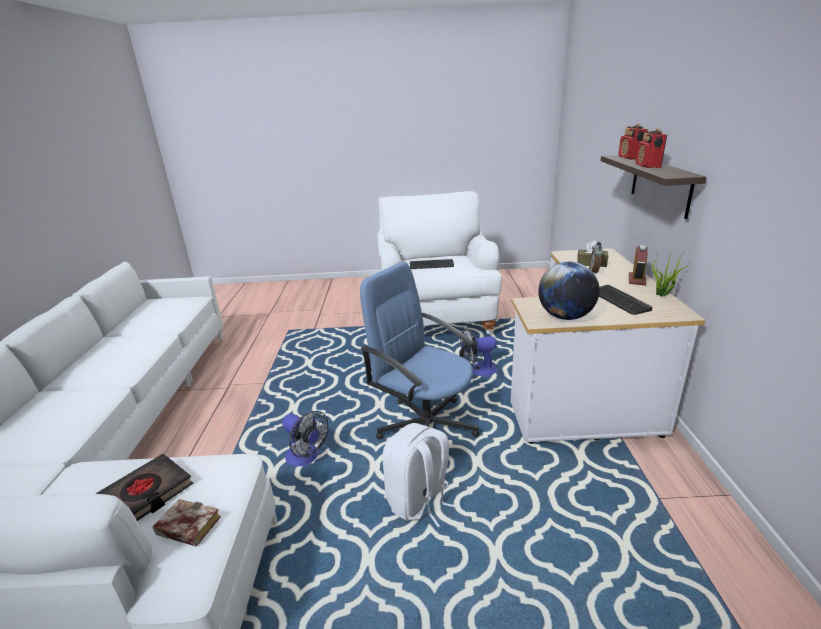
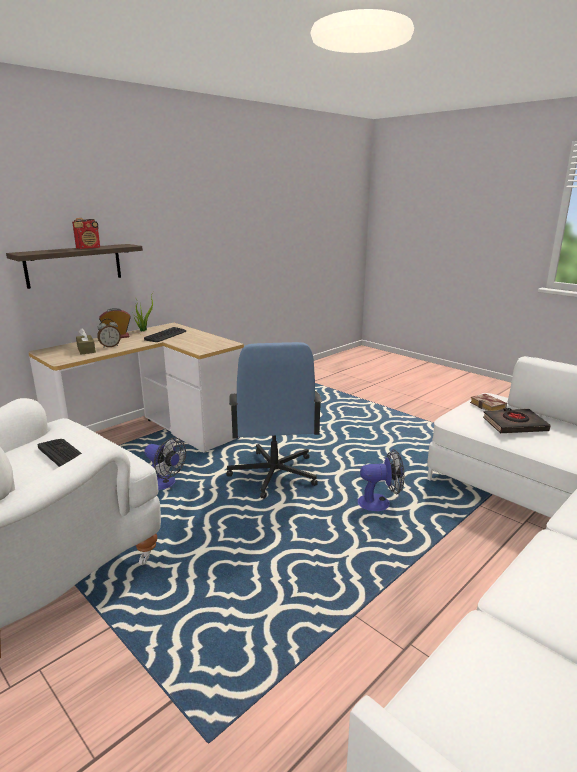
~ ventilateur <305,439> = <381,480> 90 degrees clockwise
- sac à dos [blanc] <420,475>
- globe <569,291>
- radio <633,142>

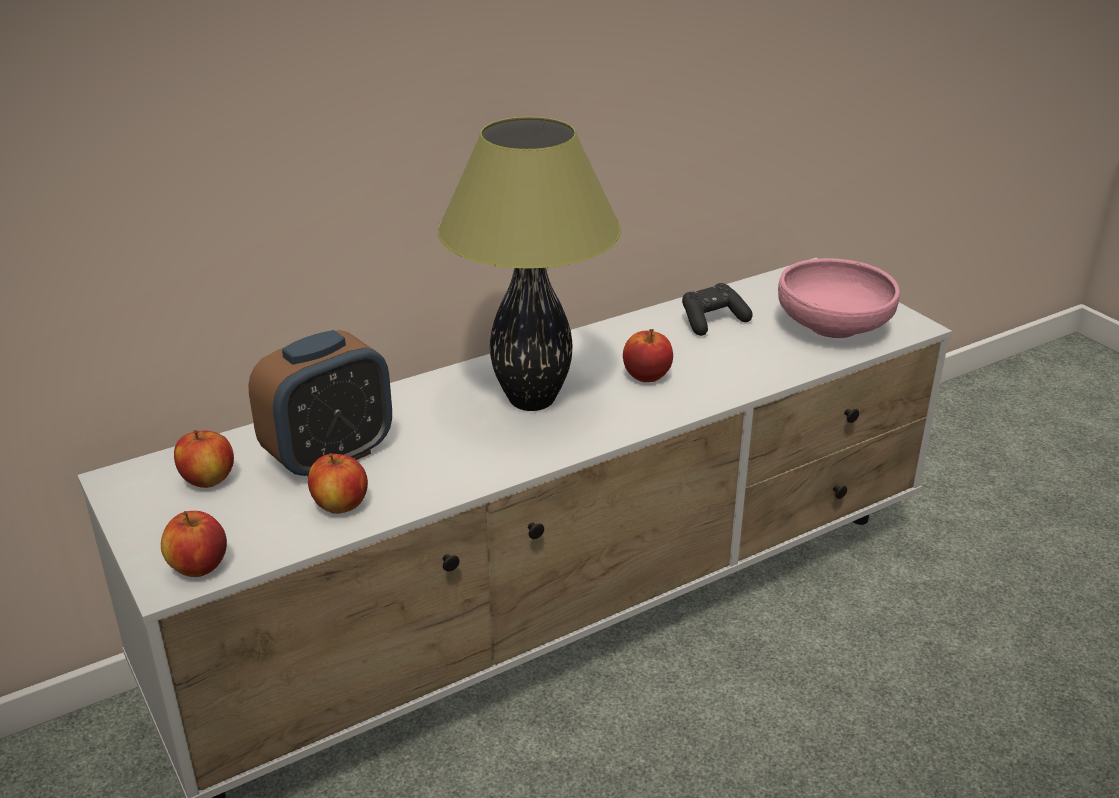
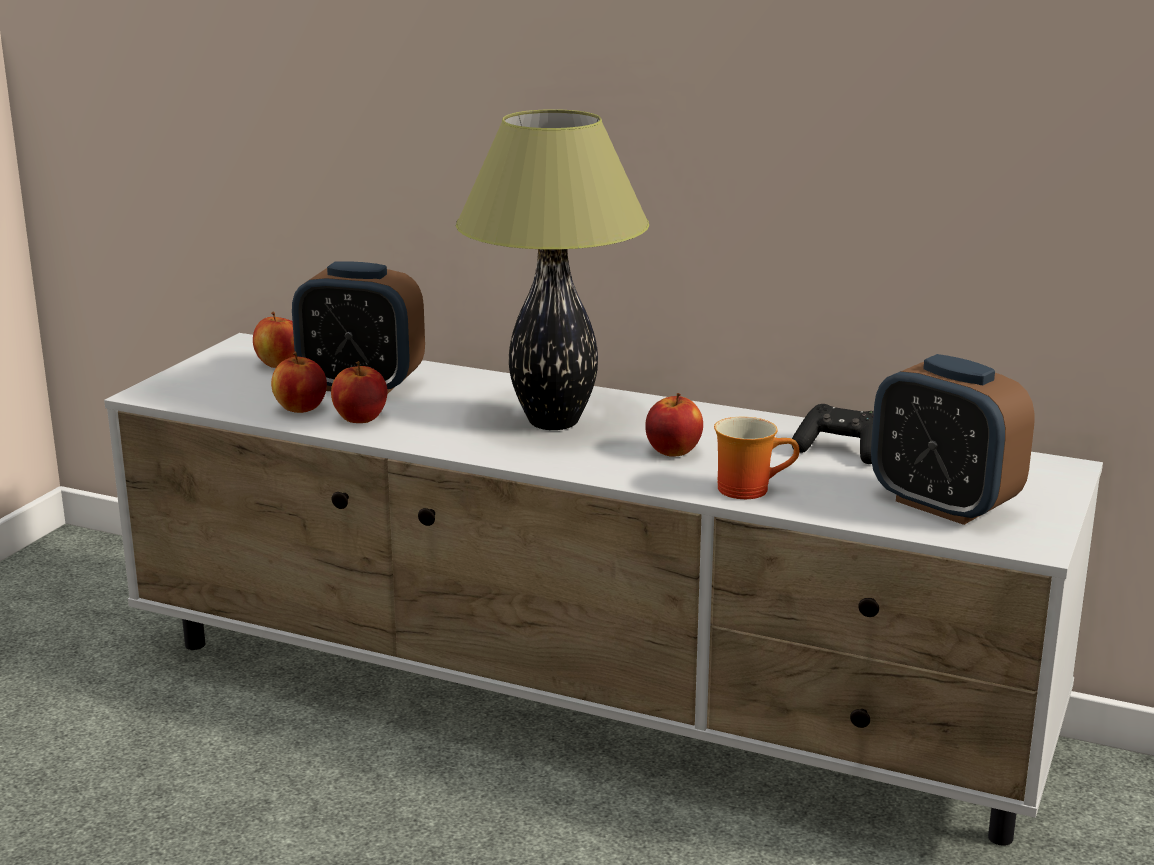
~ pomme <194,544> to <359,392>
+ mug <757,458>
~ bol [rose] <839,298> to réveil <953,439>

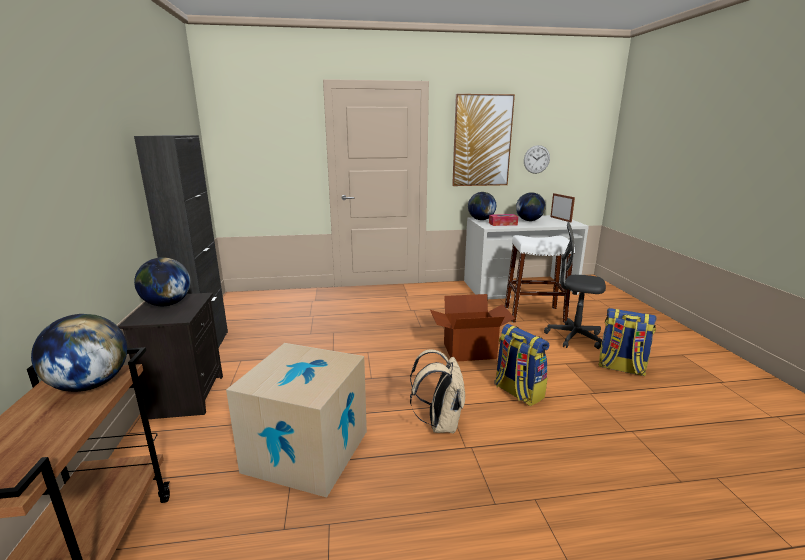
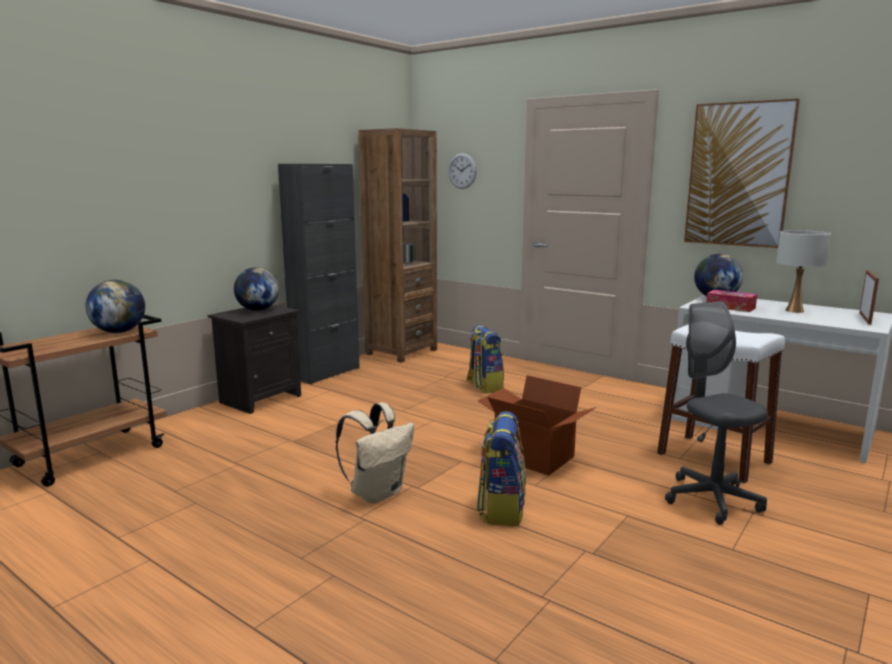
+ bibliothèque [marron] <397,245>
~ horloge murale <537,159> to <462,171>
~ sac à dos <627,342> to <485,359>
~ globe <531,206> to lampe de table [blanc] <803,271>
- carton <296,420>

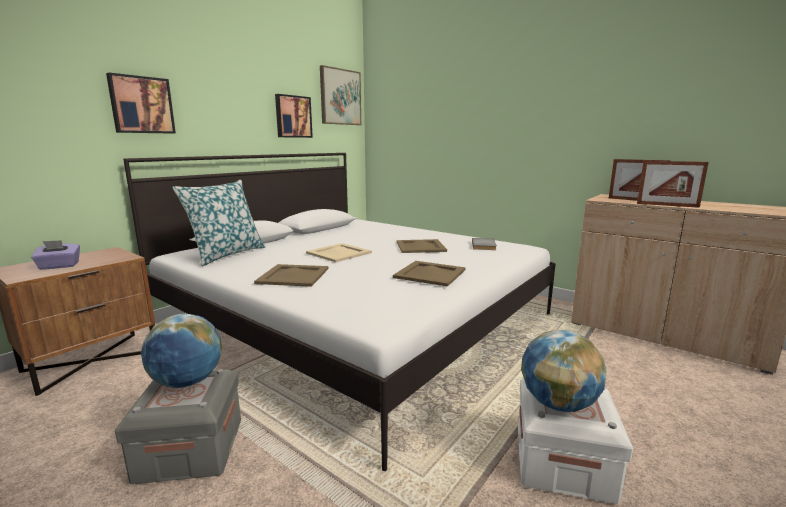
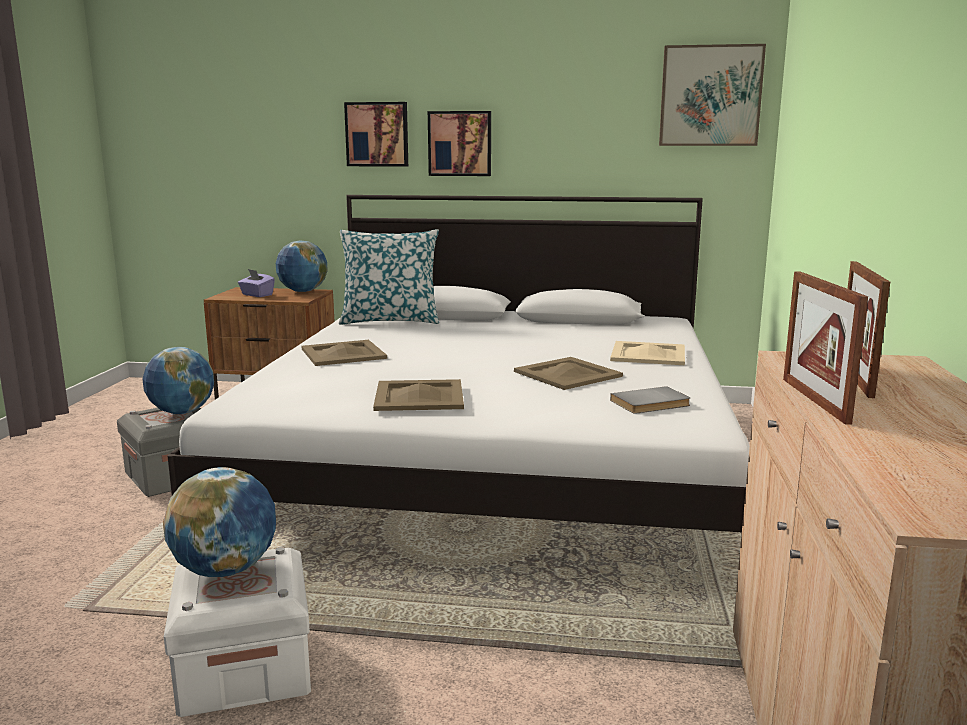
+ globe <302,266>
~ tableau <294,116> to <459,143>
~ plateau [beige] <339,252> to <647,353>

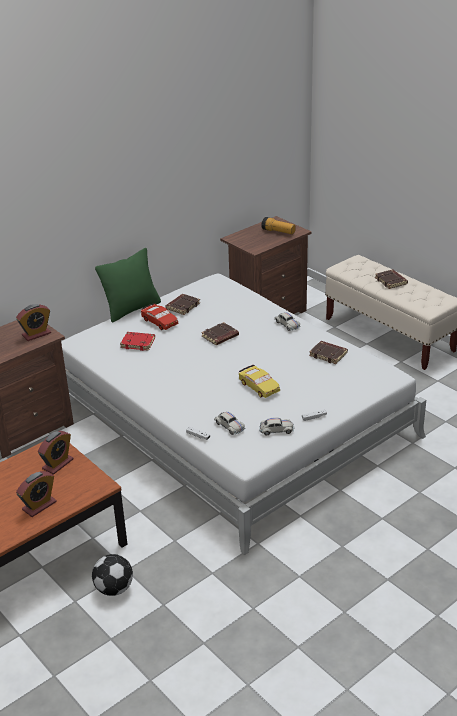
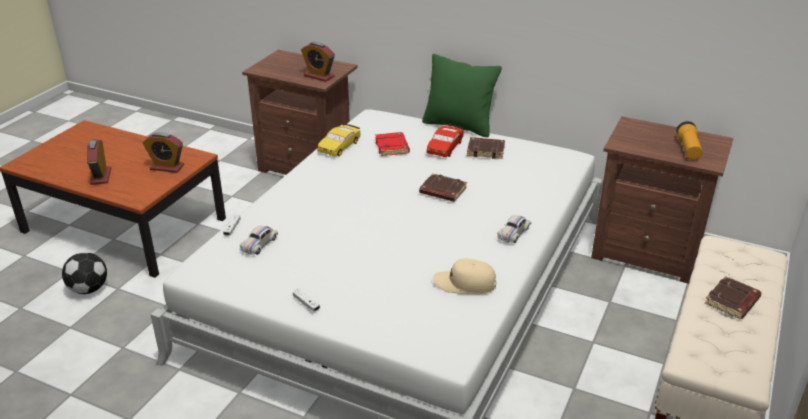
~ réveil <36,494> = <99,162> 60 degrees clockwise
~ petite voiture [jaune] <259,381> to <338,140>
~ livre [marron] <328,352> to casquette [beige] <464,276>
- petite voiture [blanc] <277,426>

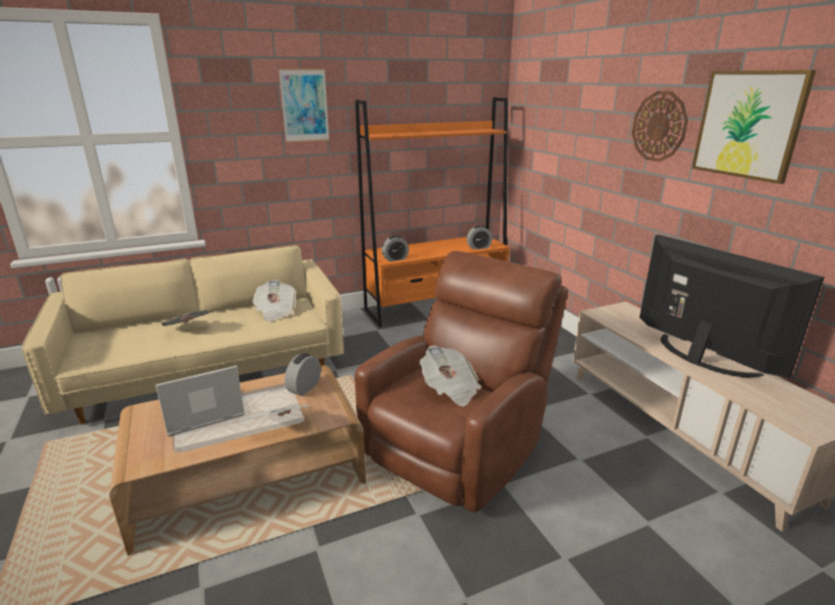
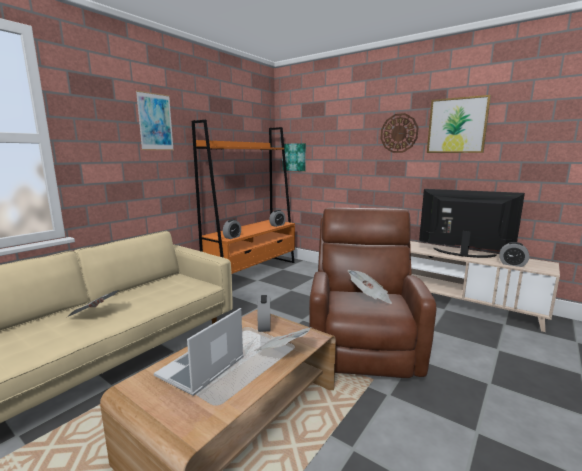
+ tableau <294,157>
+ réveil <514,254>
- journal <274,301>

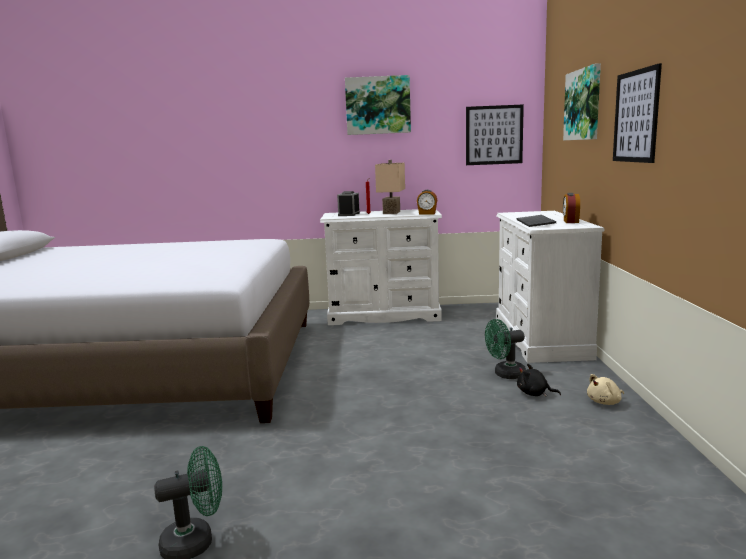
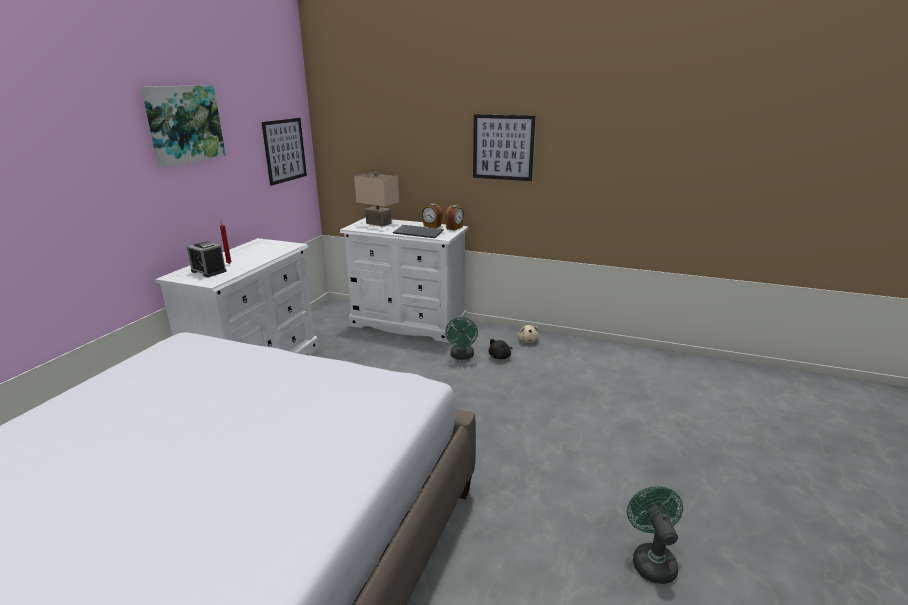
~ lampe de table [beige] <390,187> to <376,199>
~ réveil <427,202> to <454,217>
- tableau <582,102>

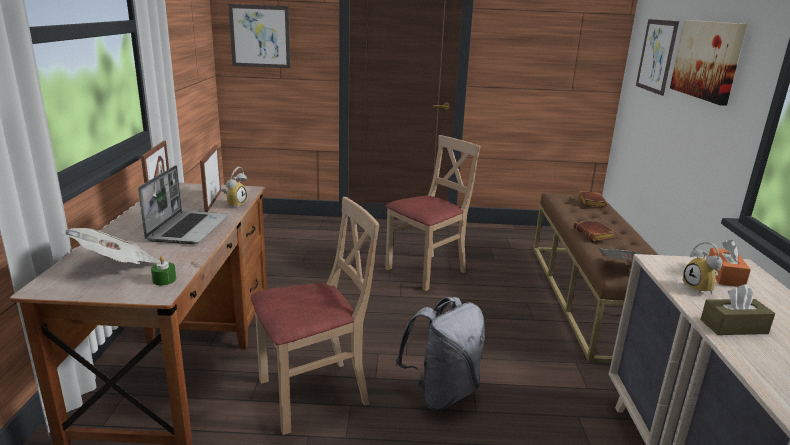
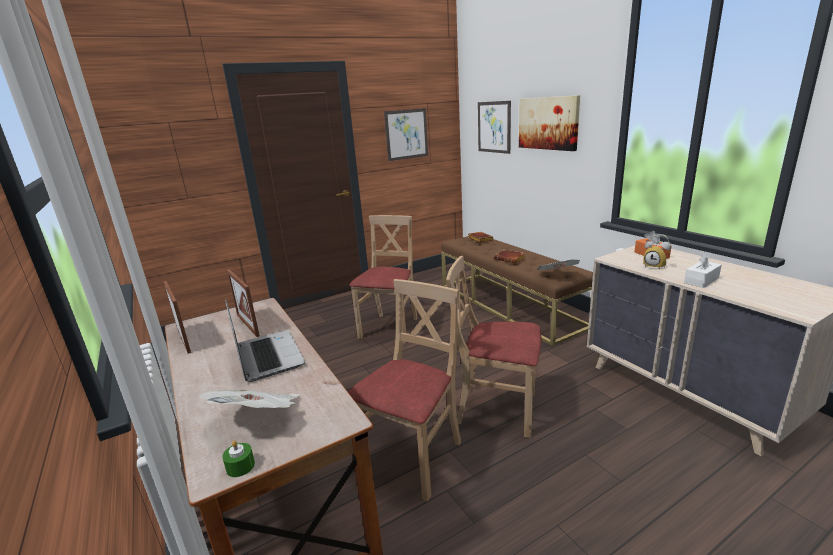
~ bougie [vert] <163,270> to <238,458>
~ tableau <259,36> to <406,134>
~ sac à dos [gris] <440,353> to chaise [beige] <493,347>
~ boîte à mouchoirs [marron] <737,309> to boîte à mouchoirs [blanc] <703,270>
- réveil <234,187>

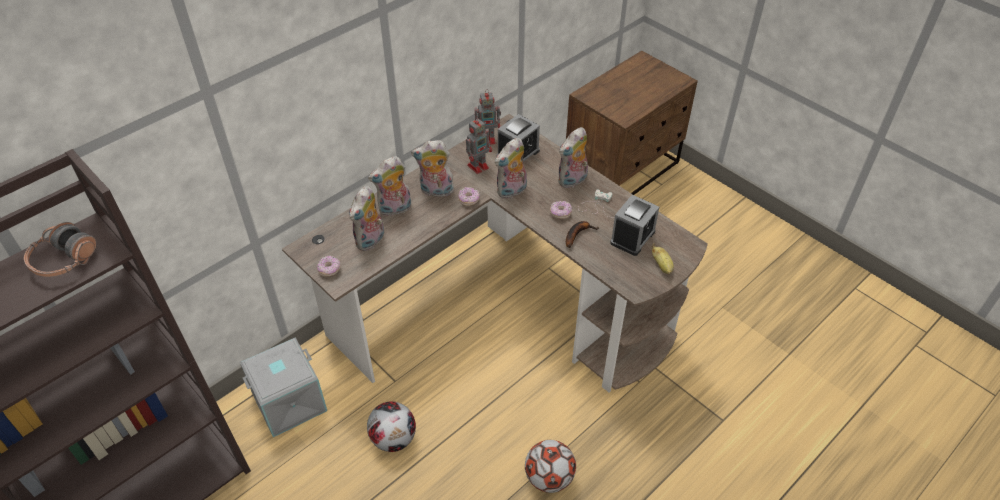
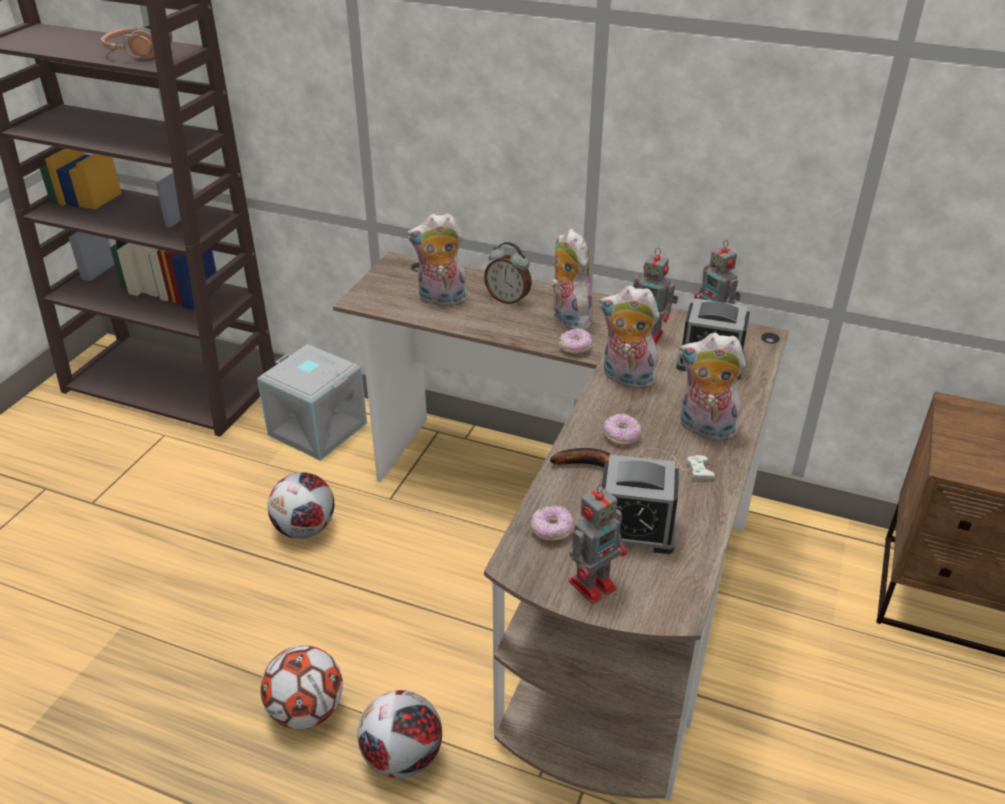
+ ballon de foot <399,734>
~ peluche <389,186> to réveil <508,274>
~ beignet <329,266> to <552,523>
~ banane <662,259> to robot jouet <598,543>

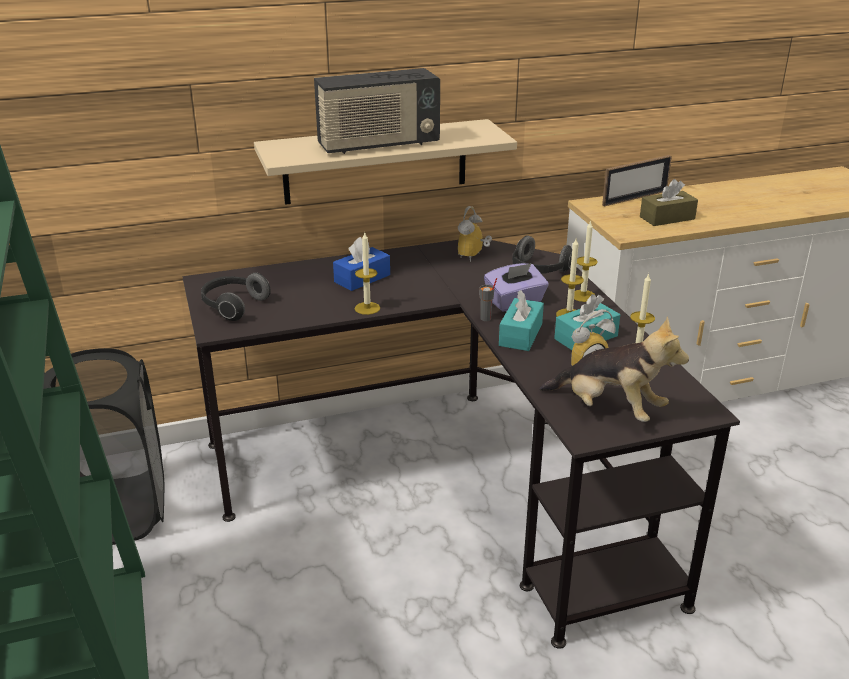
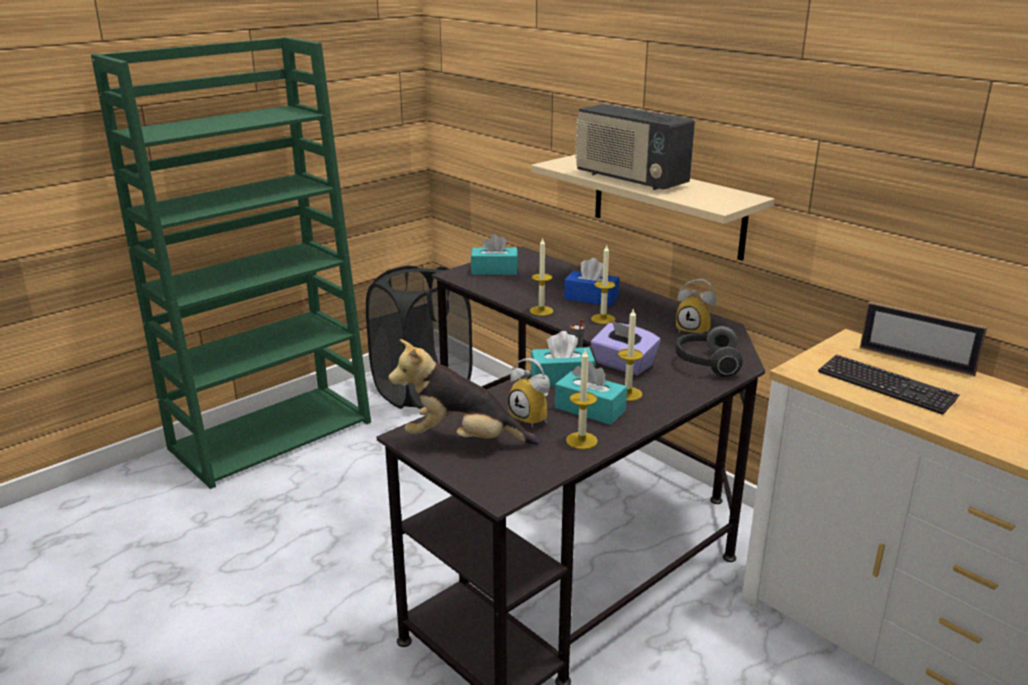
~ peluche <614,369> = <464,391> 90 degrees clockwise
~ casque audio <236,297> to boîte à mouchoirs [turquoise] <494,254>
~ bougie <586,261> to <603,284>
~ réveil <475,234> = <696,306> 150 degrees counterclockwise
~ boîte à mouchoirs [marron] <669,202> to clavier <889,384>

